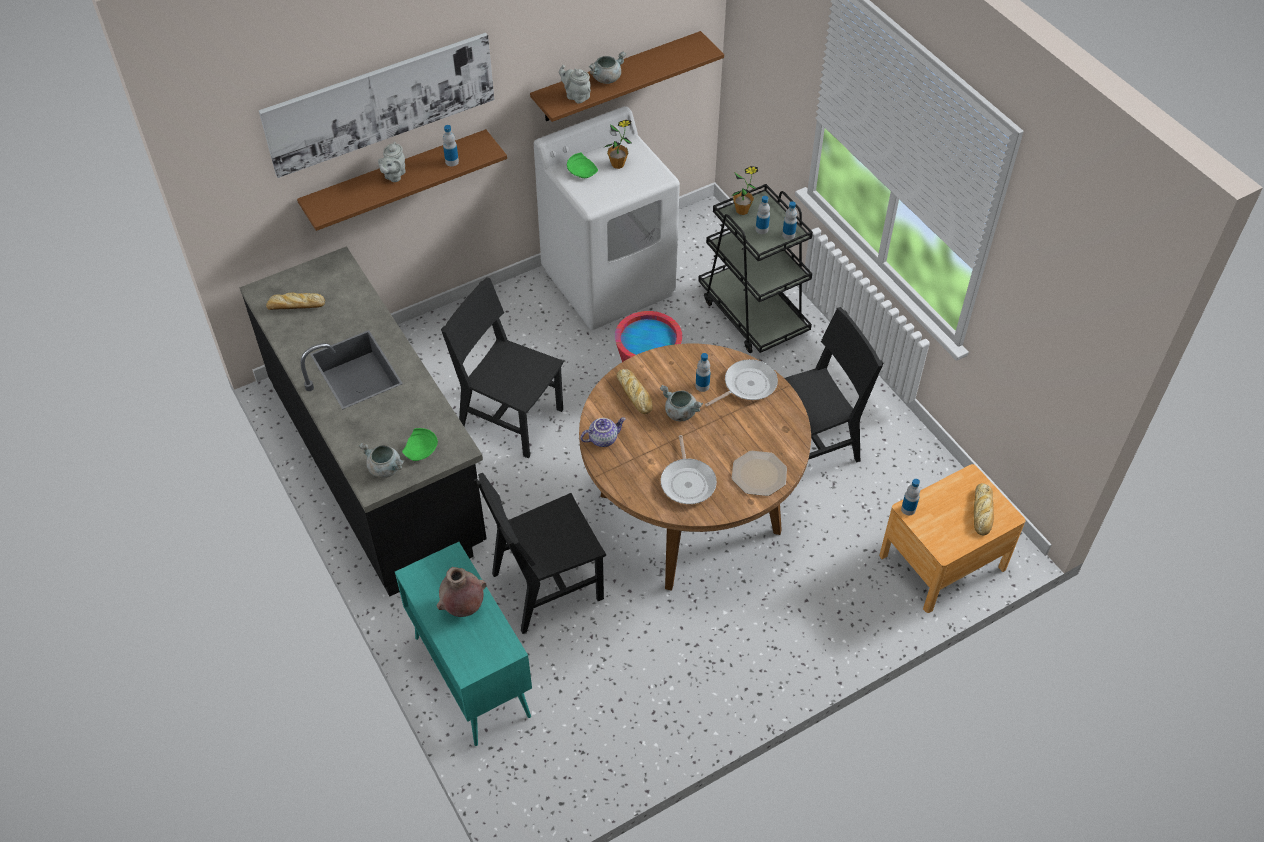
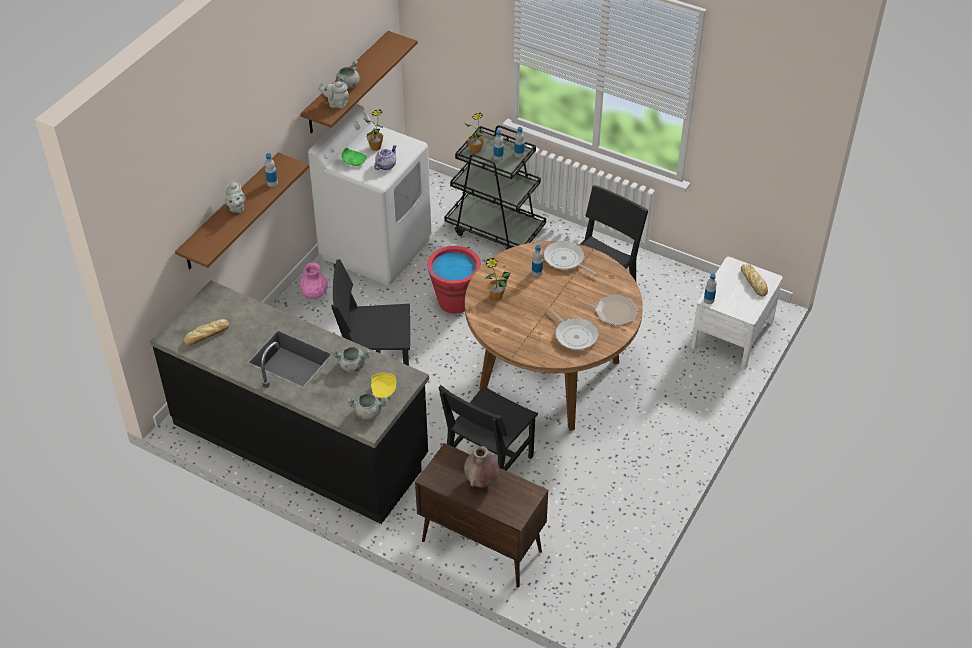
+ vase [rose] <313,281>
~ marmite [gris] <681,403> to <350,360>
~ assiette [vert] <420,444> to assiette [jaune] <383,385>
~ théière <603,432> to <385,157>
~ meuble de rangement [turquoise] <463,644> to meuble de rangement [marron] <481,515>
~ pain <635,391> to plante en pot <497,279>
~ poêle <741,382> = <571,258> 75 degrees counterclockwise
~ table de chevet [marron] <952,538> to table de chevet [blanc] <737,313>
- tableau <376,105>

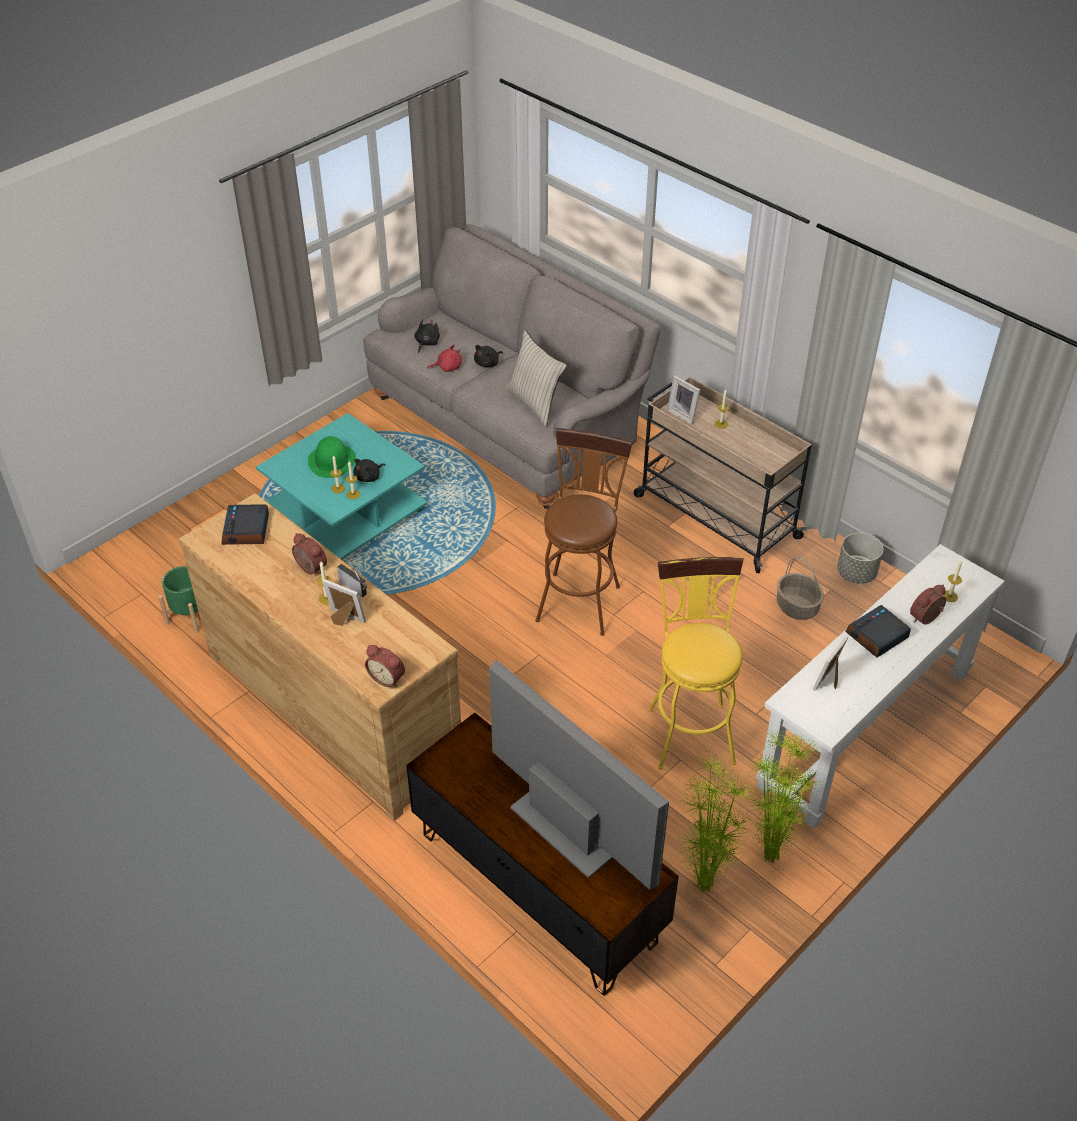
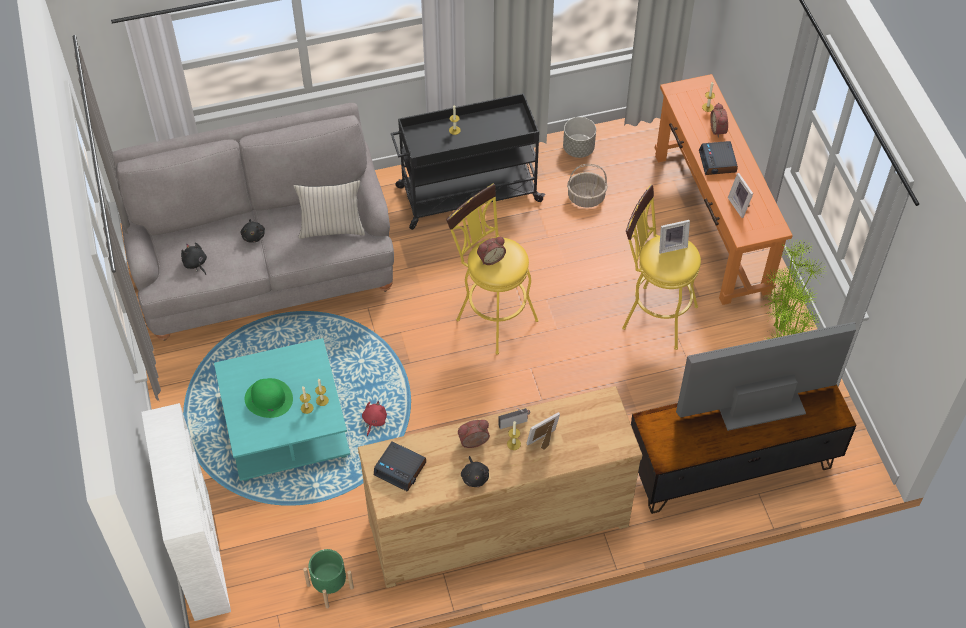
+ bibliothèque [blanc] <186,512>
~ peluche [rouge] <444,358> to <374,418>
~ chariot [beige] <723,474> to chariot [noir] <468,161>
~ tabouret [marron] <584,532> to tabouret [jaune] <492,269>
~ peluche [noir] <369,470> to <475,471>
~ réveil <385,666> to <491,251>
~ table console [blanc] <880,686> to table console [orange] <724,189>
~ cadre photo <683,400> to <674,237>

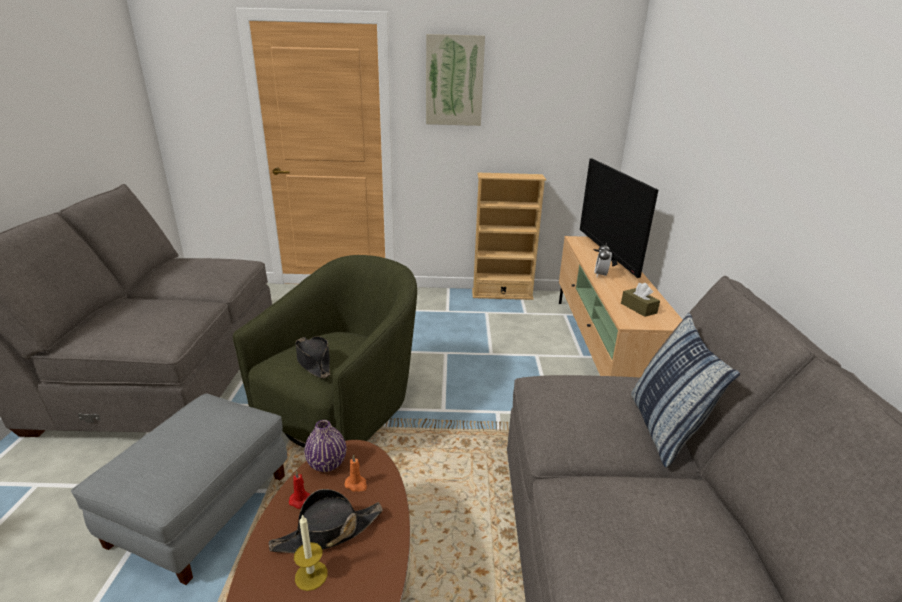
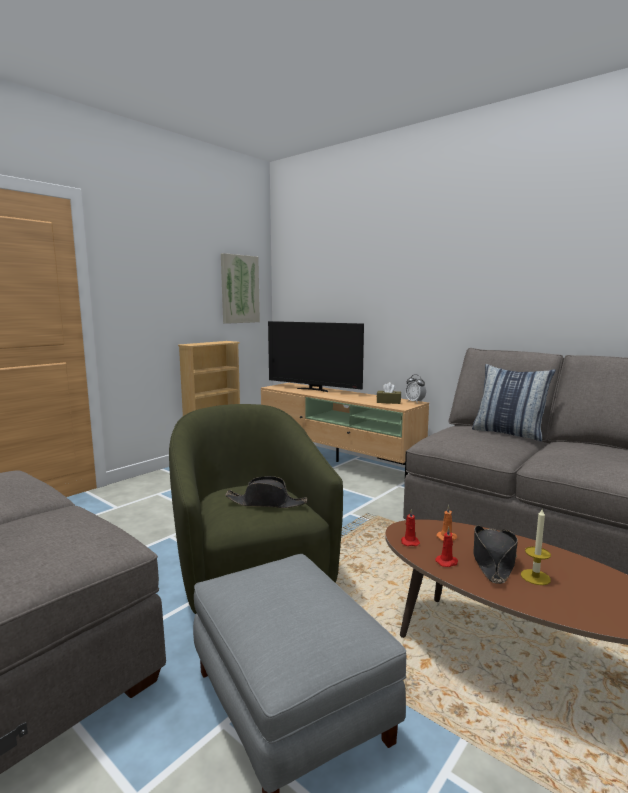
~ tableau <455,80> to <240,288>
~ vase [violet] <325,446> to bougie [rouge] <410,527>
~ réveil <603,260> to <415,388>

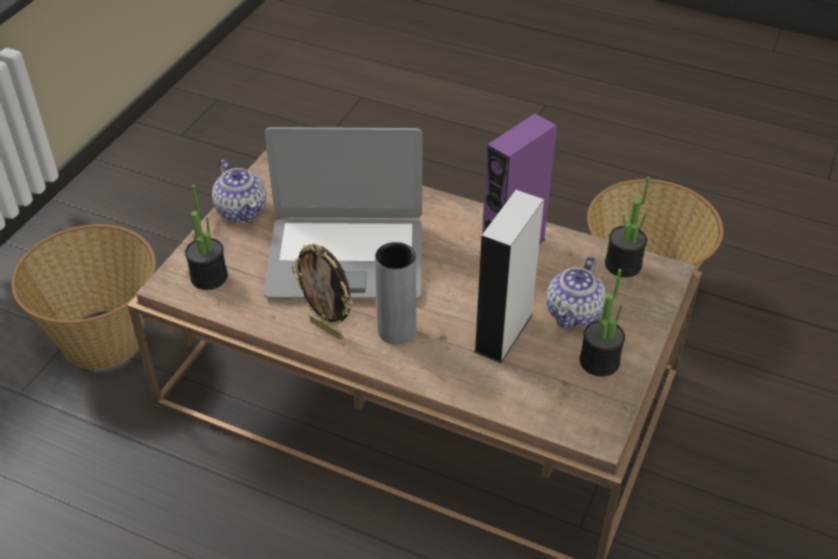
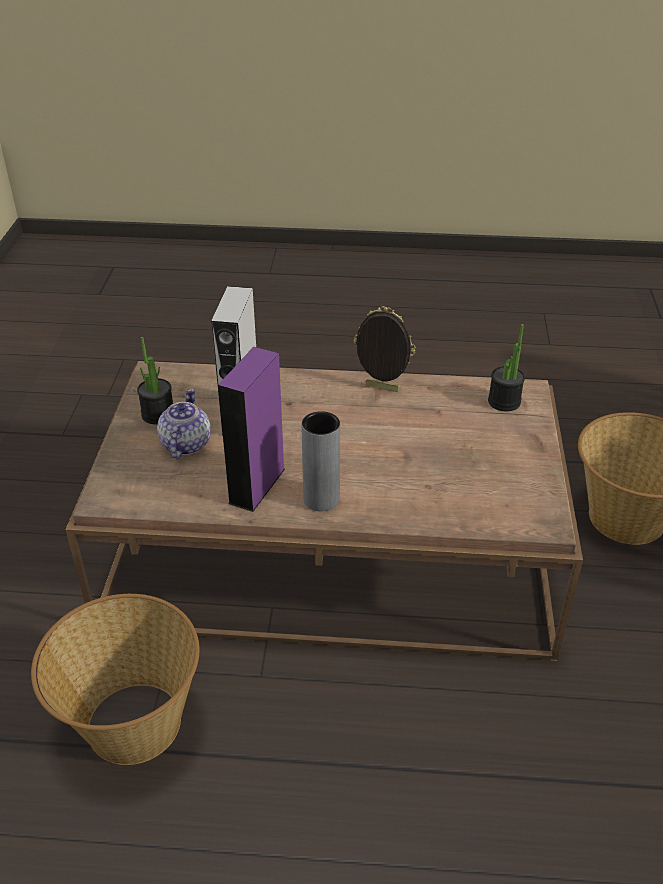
~ vase [gris] <395,293> to <320,461>
- théière <239,191>
- ordinateur portable <343,213>
- plante en pot <627,227>

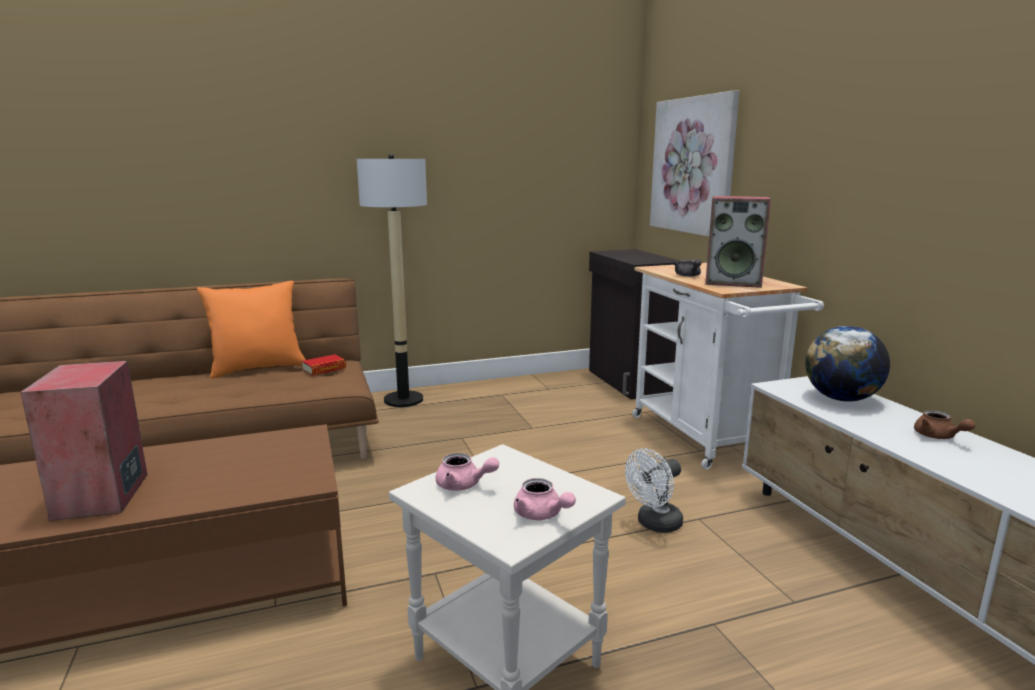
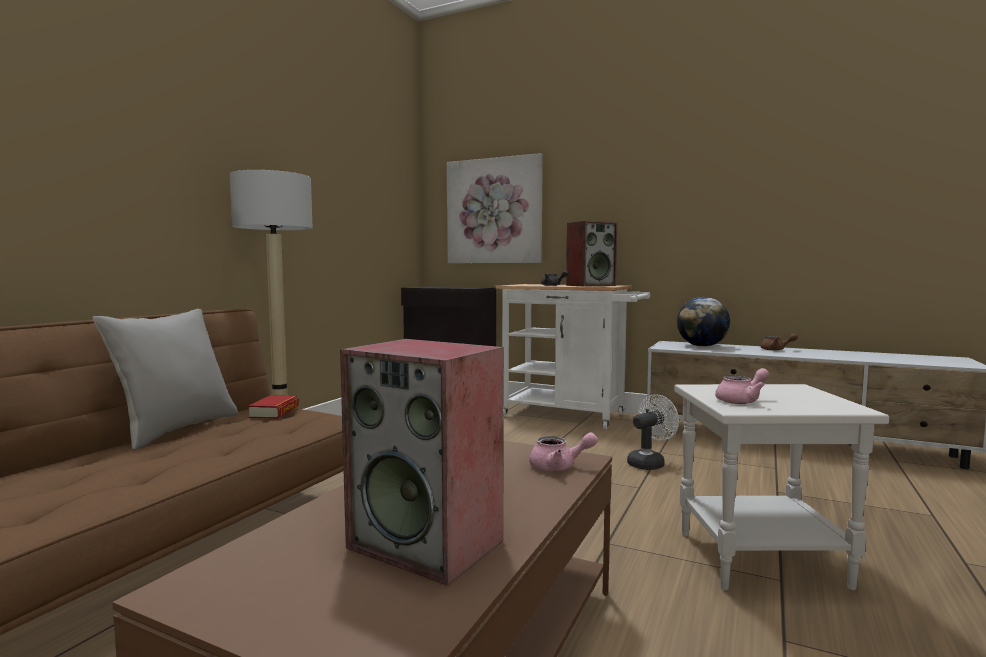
~ coussin [orange] <251,329> to coussin [gris] <165,379>
~ théière [rose] <545,499> to <563,451>
~ ventilateur [blanc] <654,490> = <653,432> 135 degrees counterclockwise

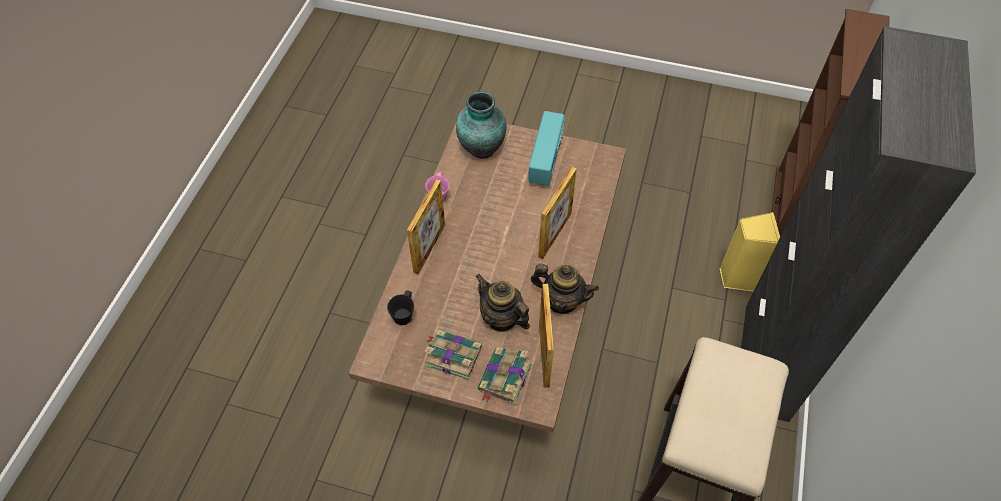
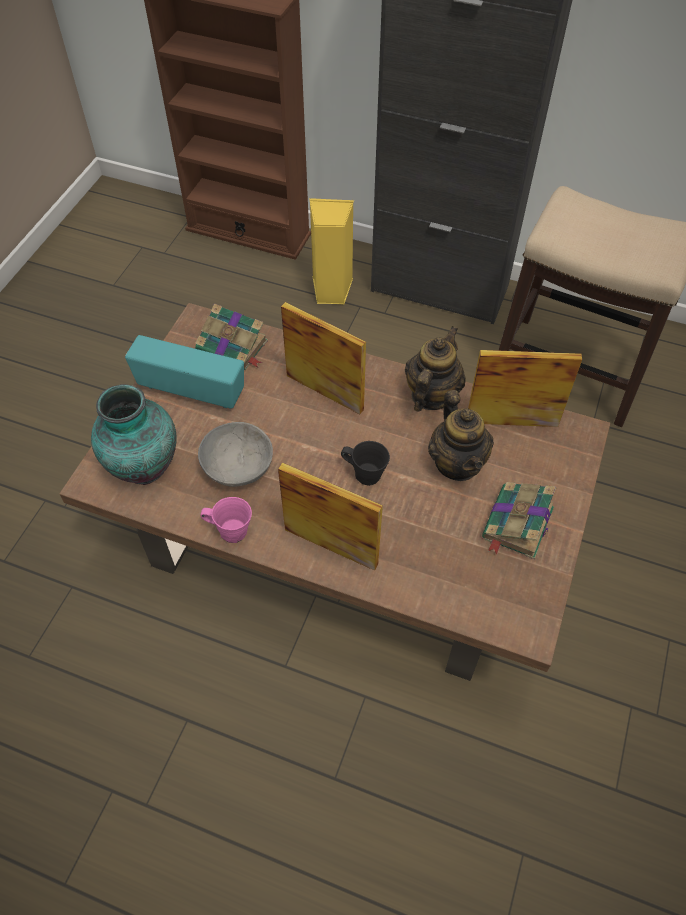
~ livre <505,376> to <231,336>
+ bol [gris] <235,454>
~ mug [noir] <400,307> to <365,463>
~ théière <502,303> = <461,435> 60 degrees counterclockwise

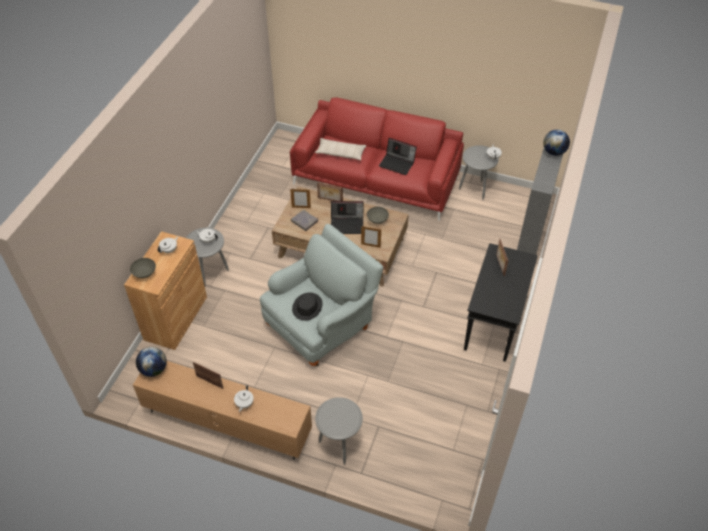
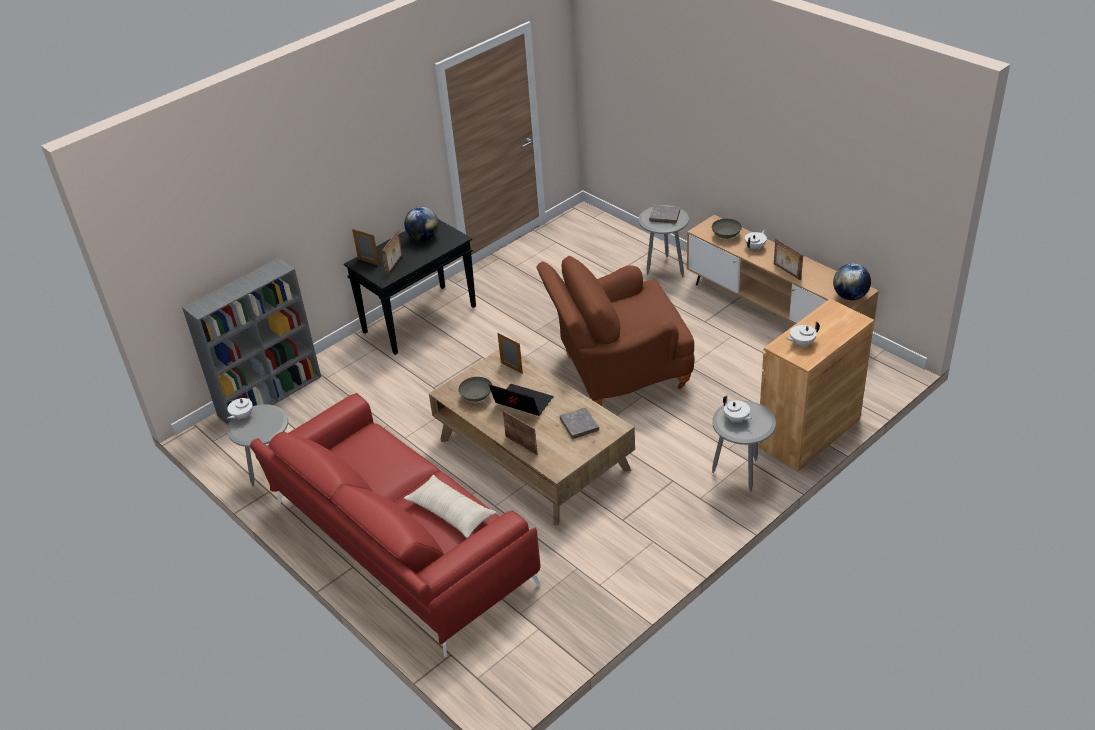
~ cadre photo <300,198> to <366,247>
~ globe <556,143> to <421,224>
~ fauteuil [gris] <321,295> to fauteuil [marron] <615,331>
+ livre [gris] <664,214>
~ bol [gris] <143,268> to <727,229>
- chapeau [noir] <307,306>
- ordinateur portable <398,156>

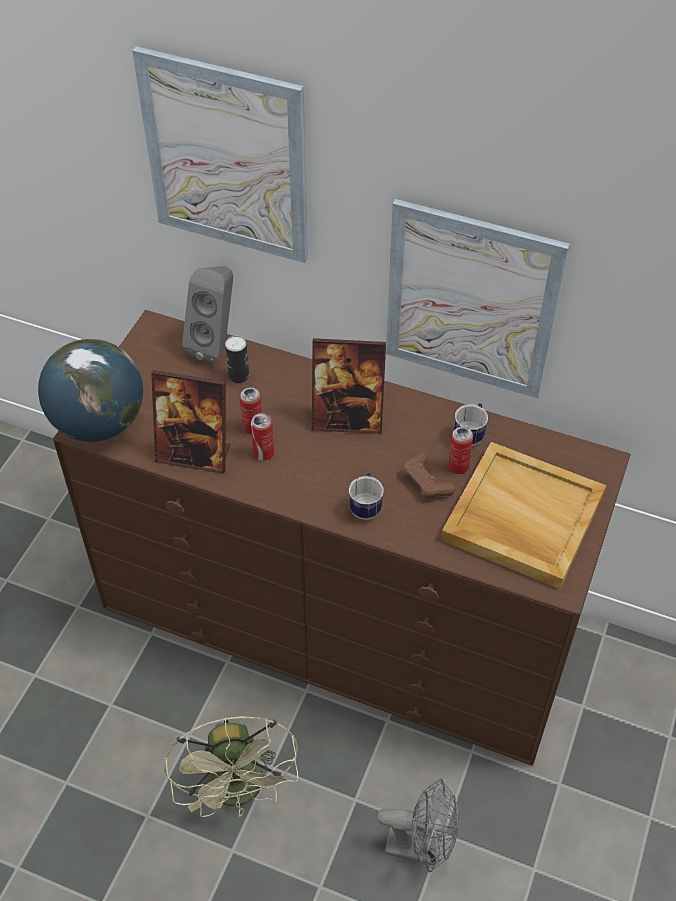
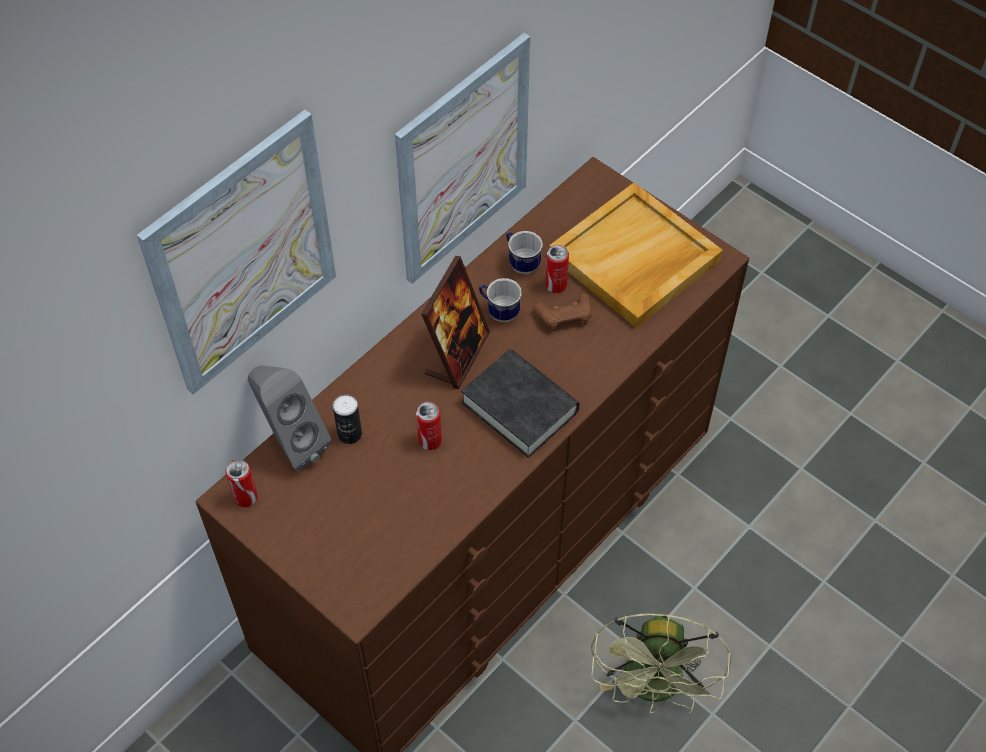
~ boîte métallique <262,436> to <241,483>
+ livre [noir] <520,403>
~ mug <366,496> to <500,300>
~ ventilateur [vert] <231,766> = <661,662> 90 degrees clockwise
- globe <90,390>
- cadre photo <190,422>
- ventilateur [gris] <418,825>

